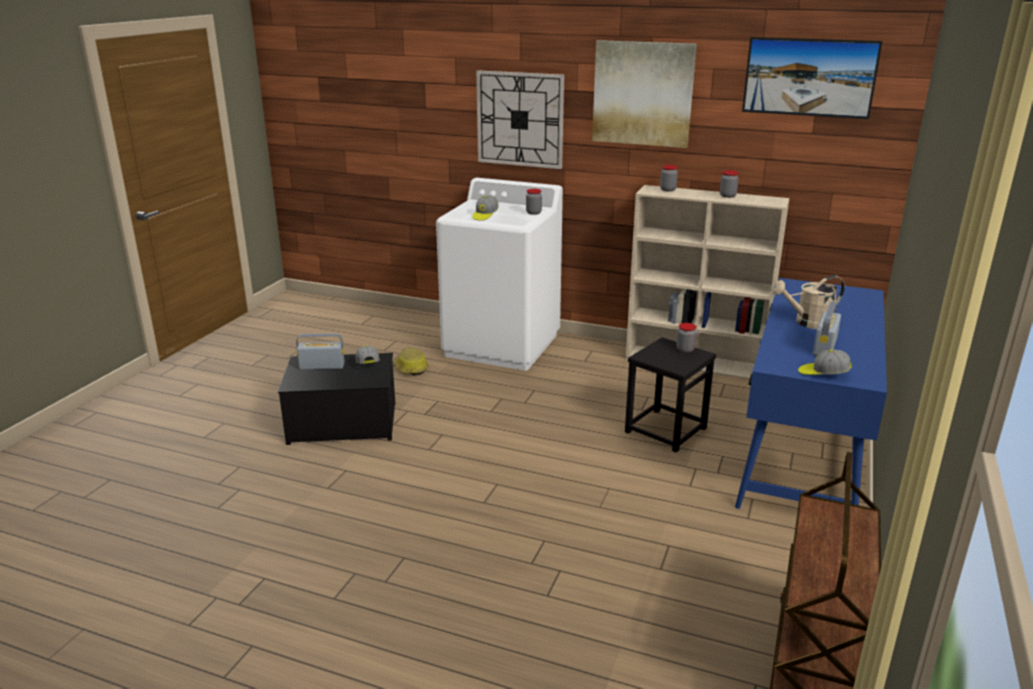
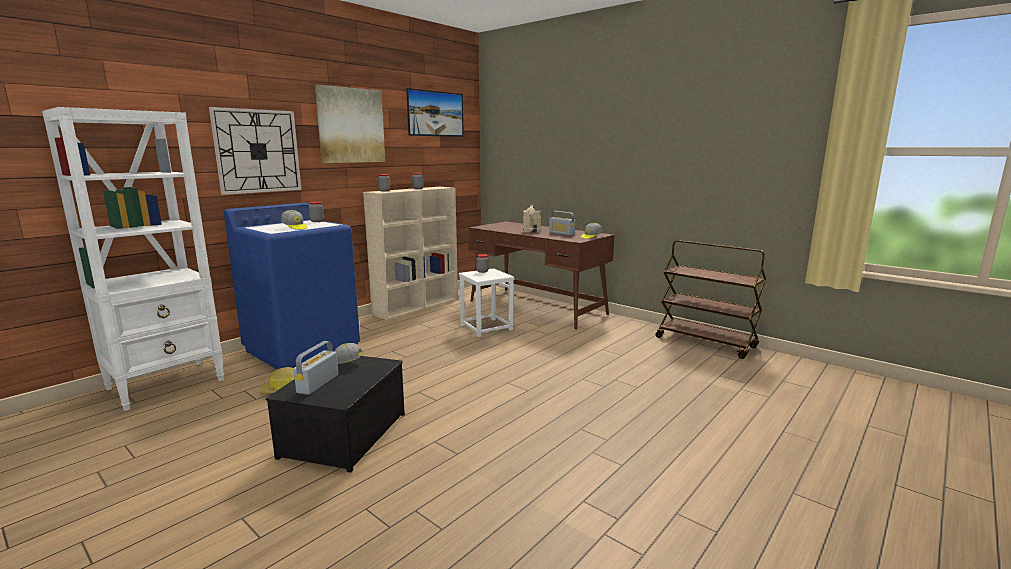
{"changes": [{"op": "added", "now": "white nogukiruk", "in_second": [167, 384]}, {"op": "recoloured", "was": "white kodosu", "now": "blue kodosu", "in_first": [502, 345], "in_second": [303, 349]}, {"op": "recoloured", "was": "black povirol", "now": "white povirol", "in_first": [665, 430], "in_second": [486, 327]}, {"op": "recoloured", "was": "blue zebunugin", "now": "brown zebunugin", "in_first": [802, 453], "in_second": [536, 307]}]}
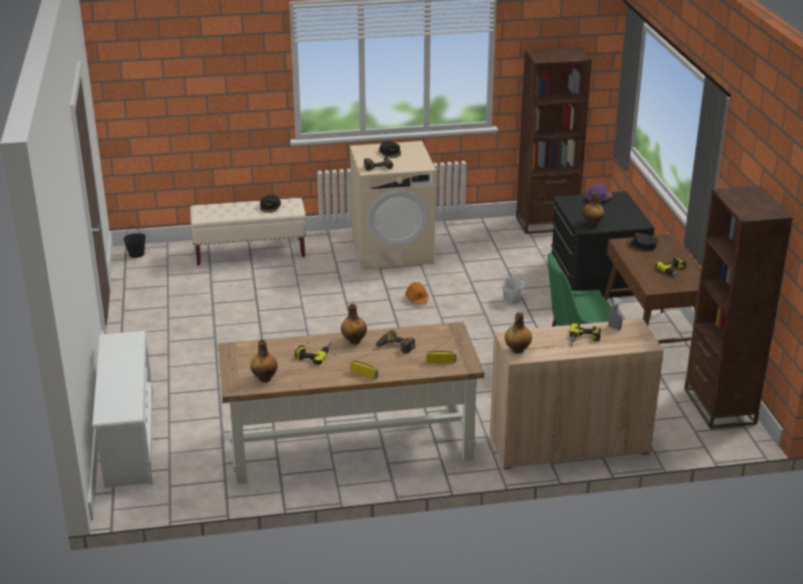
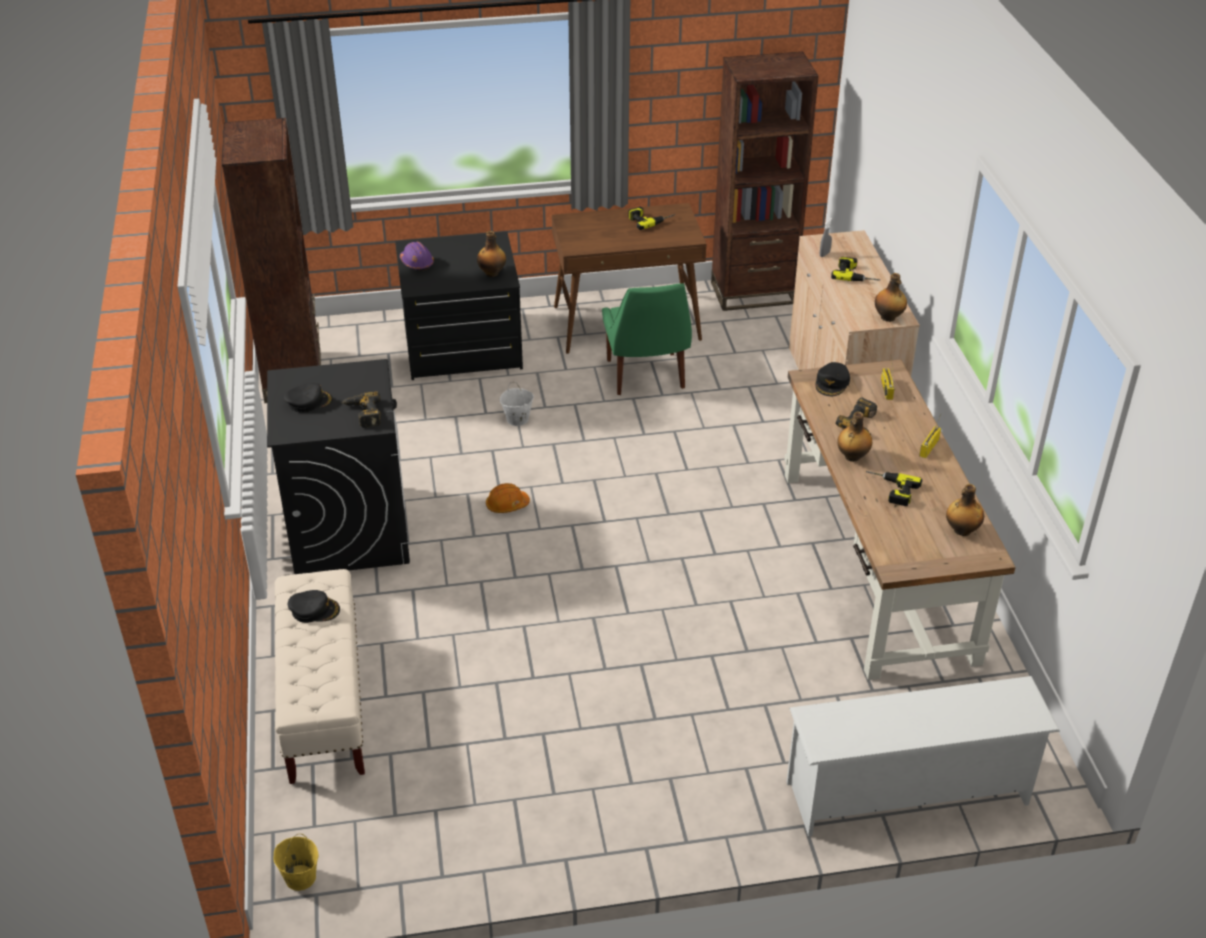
{"changes": [{"op": "recoloured", "was": "beige kodosu", "now": "black kodosu", "in_first": [393, 250], "in_second": [349, 529]}, {"op": "recoloured", "was": "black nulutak", "now": "yellow nulutak", "in_first": [136, 254], "in_second": [300, 877]}, {"op": "moved", "was": "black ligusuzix", "in_first": [642, 245], "in_second": [832, 383]}]}
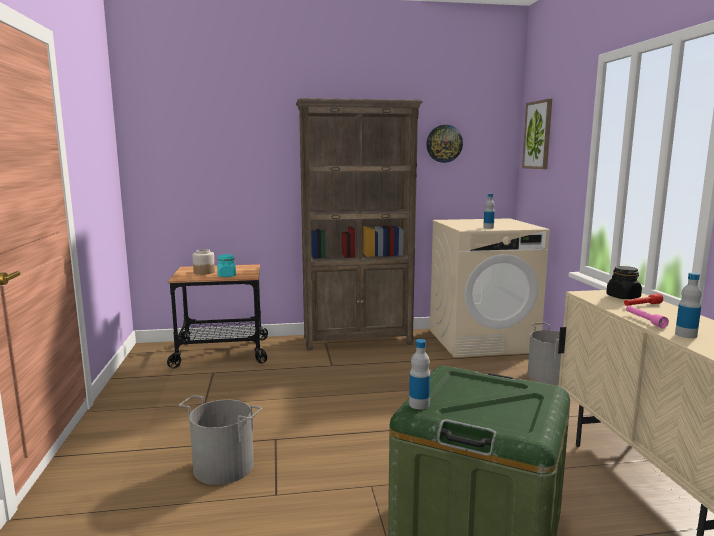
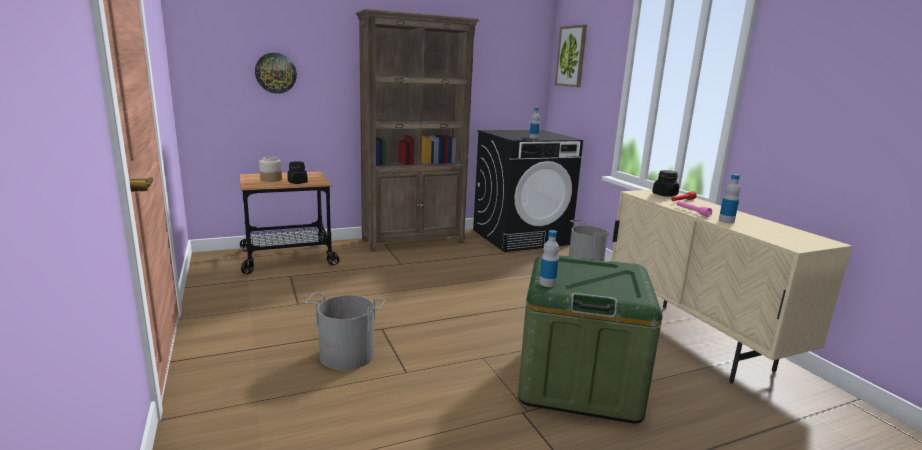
{"changes": [{"op": "moved", "was": "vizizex", "in_first": [444, 143], "in_second": [275, 73]}, {"op": "recoloured", "was": "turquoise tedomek", "now": "black tedomek", "in_first": [226, 275], "in_second": [297, 182]}, {"op": "recoloured", "was": "beige kodosu", "now": "black kodosu", "in_first": [482, 340], "in_second": [521, 237]}]}
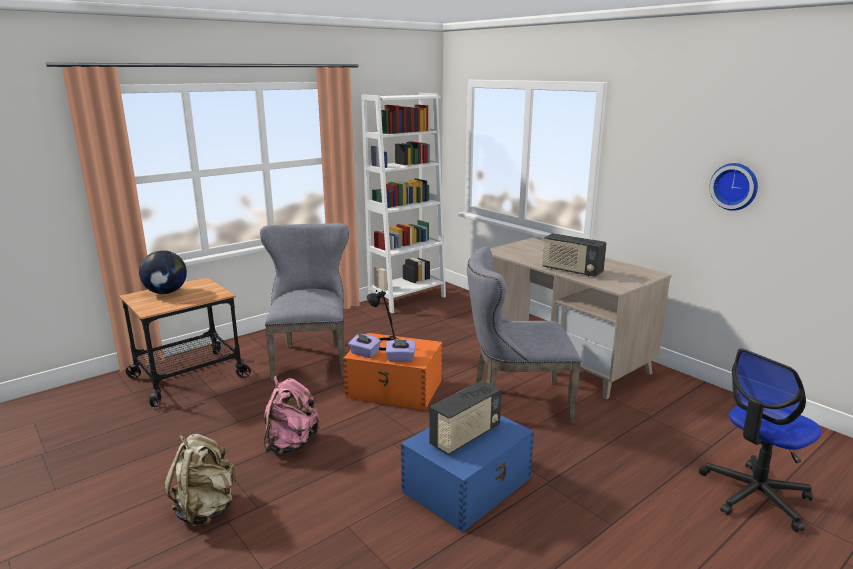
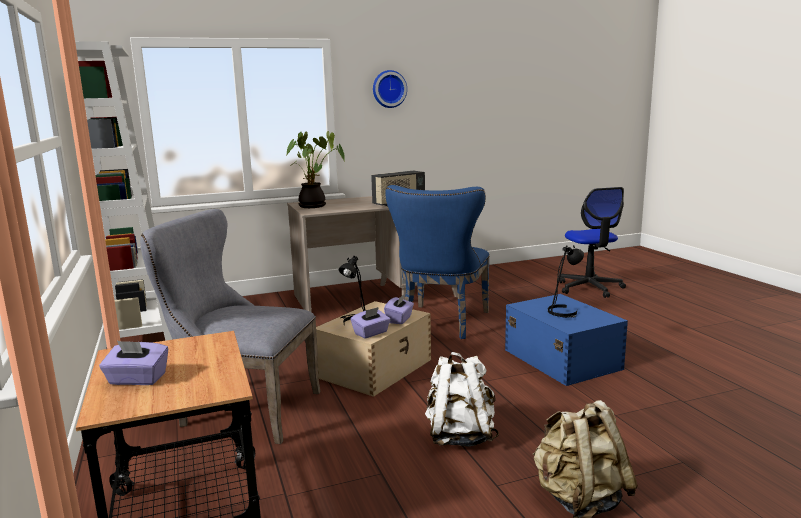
{"changes": [{"op": "replaced", "was": "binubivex", "now": "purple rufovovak", "in_first": [166, 292], "in_second": [137, 380]}, {"op": "added", "now": "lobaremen", "in_second": [315, 206]}, {"op": "recoloured", "was": "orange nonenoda", "now": "beige nonenoda", "in_first": [395, 389], "in_second": [376, 368]}, {"op": "moved", "was": "vizizex", "in_first": [735, 186], "in_second": [389, 89]}, {"op": "recoloured", "was": "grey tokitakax", "now": "blue tokitakax", "in_first": [515, 402], "in_second": [442, 324]}, {"op": "recoloured", "was": "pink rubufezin", "now": "white rubufezin", "in_first": [291, 444], "in_second": [460, 436]}, {"op": "replaced", "was": "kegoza", "now": "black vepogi", "in_first": [465, 436], "in_second": [564, 312]}]}
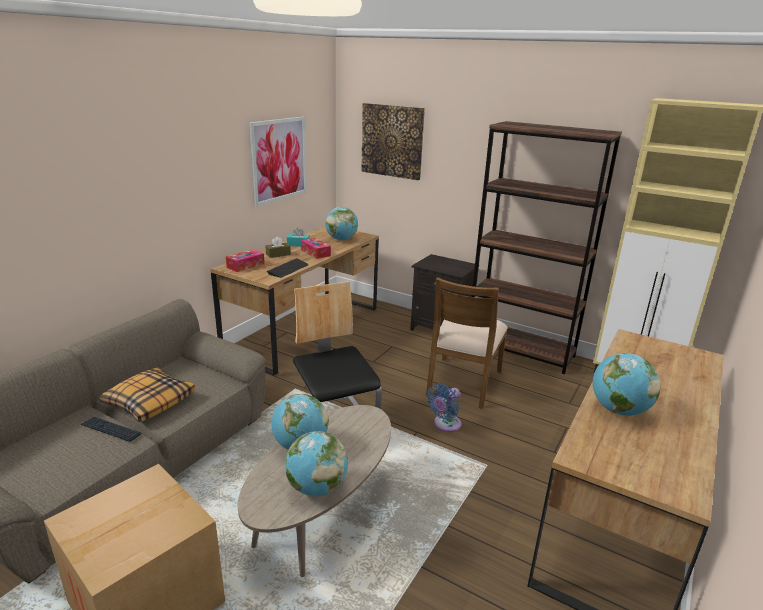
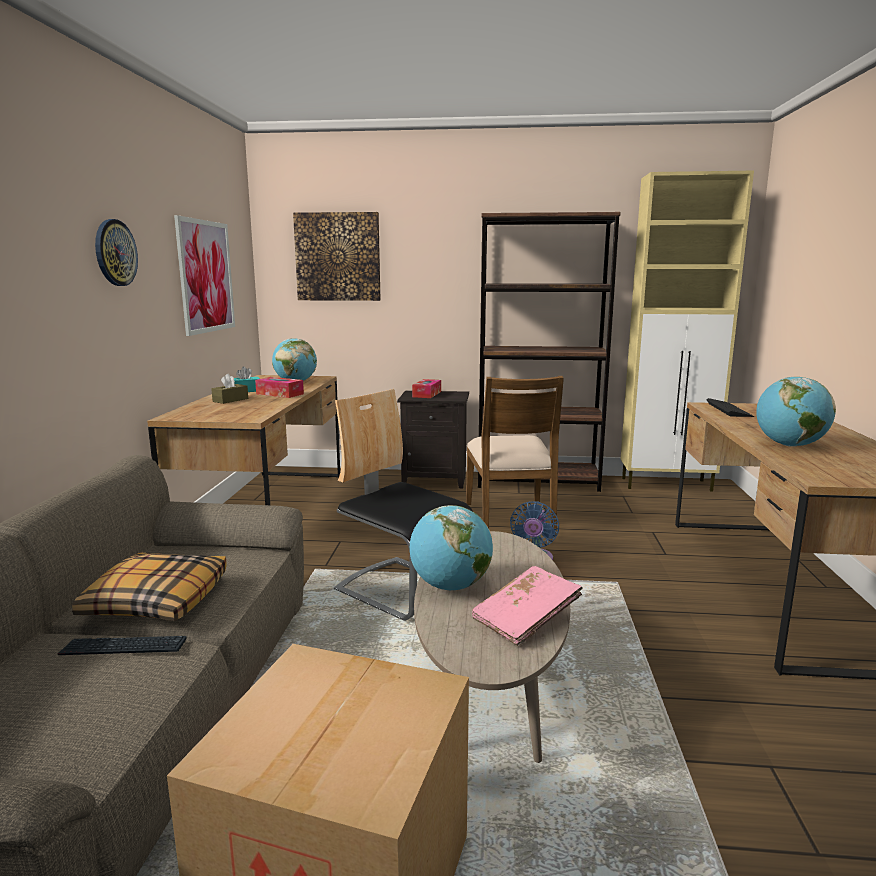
{"changes": [{"op": "added", "now": "vizizex", "in_second": [115, 253]}, {"op": "moved", "was": "rufovovak", "in_first": [245, 265], "in_second": [427, 394]}, {"op": "replaced", "was": "binubivex", "now": "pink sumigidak", "in_first": [316, 487], "in_second": [526, 619]}, {"op": "moved", "was": "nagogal", "in_first": [288, 269], "in_second": [729, 409]}]}
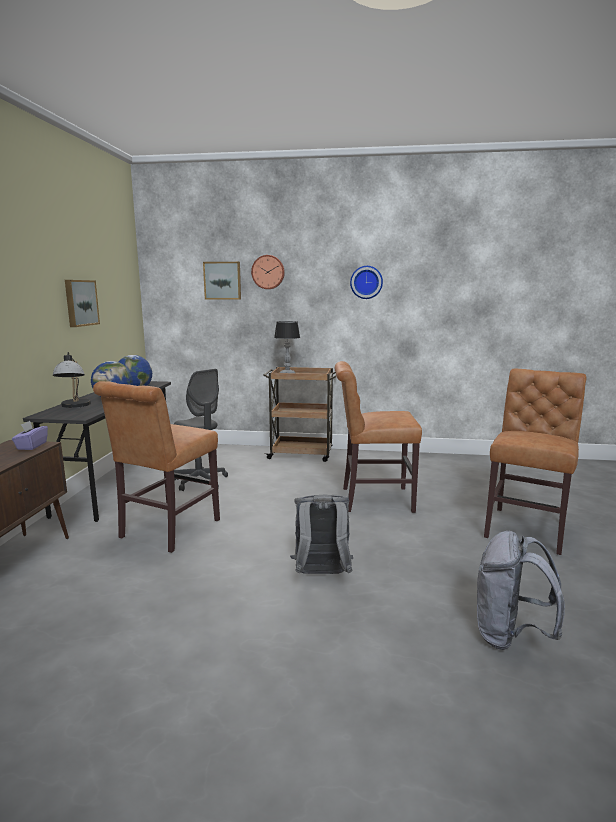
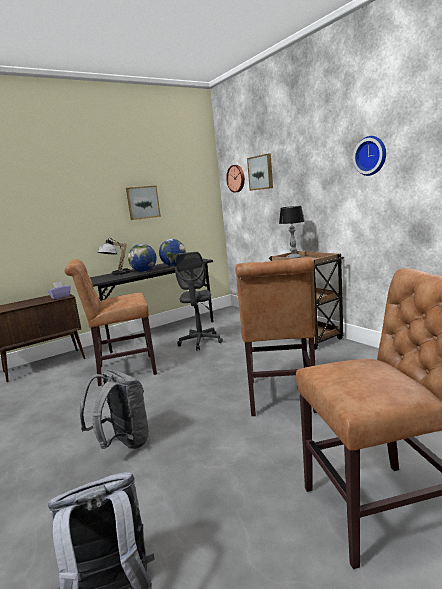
{"changes": [{"op": "moved", "was": "vizizex", "in_first": [268, 272], "in_second": [236, 178]}, {"op": "turned", "was": "brown tokitakax", "in_first": [372, 499], "in_second": [281, 399], "clockwise": -135}]}
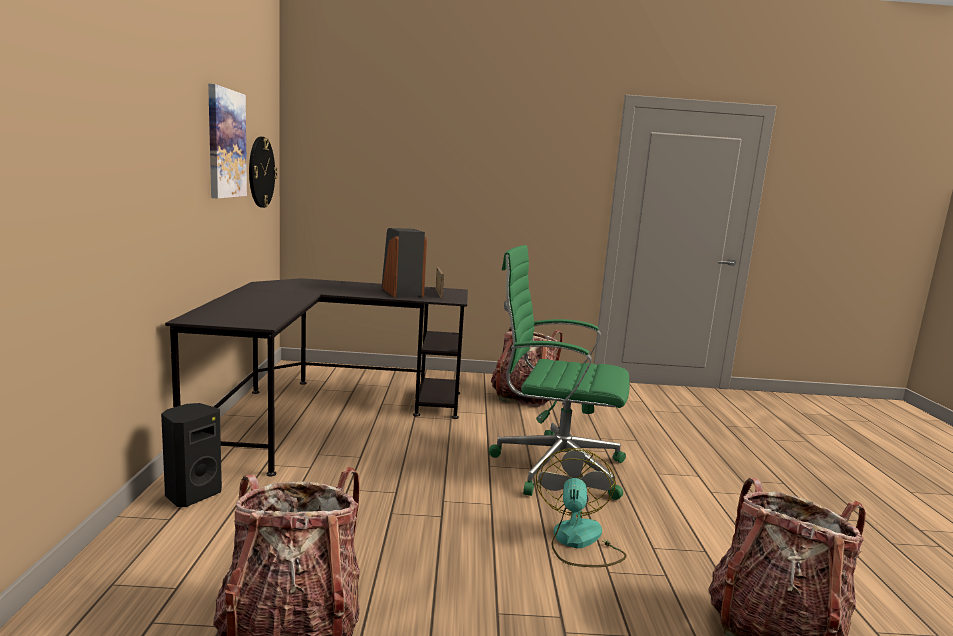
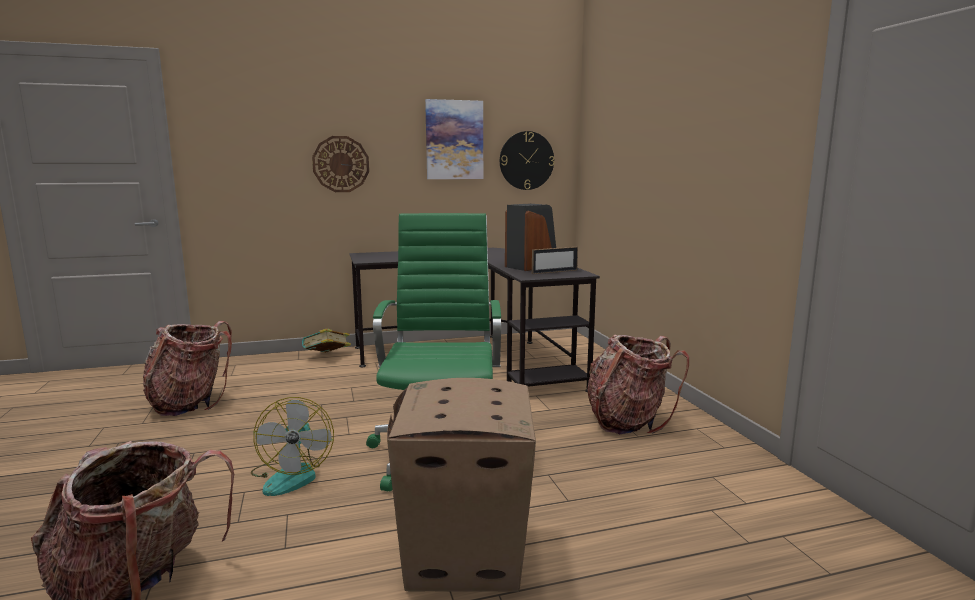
{"changes": [{"op": "turned", "was": "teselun", "in_first": [578, 542], "in_second": [292, 475], "clockwise": 90}, {"op": "replaced", "was": "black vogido", "now": "sumigidak", "in_first": [192, 494], "in_second": [327, 357]}, {"op": "added", "now": "vizizex", "in_second": [341, 164]}, {"op": "added", "now": "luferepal", "in_second": [465, 556]}]}
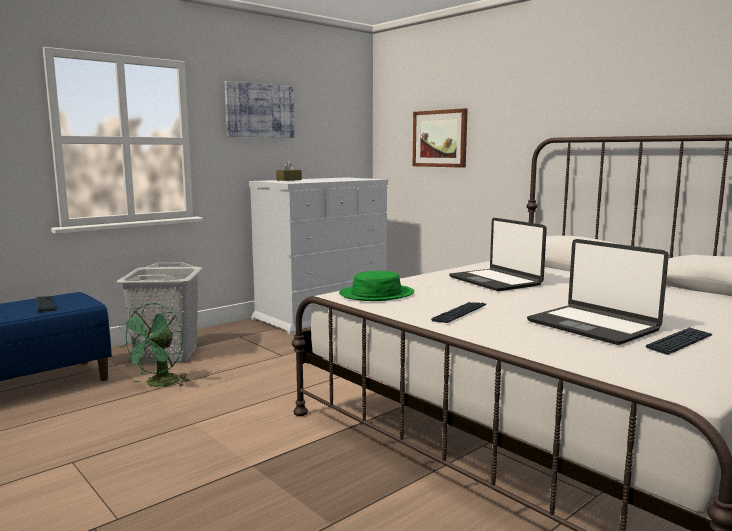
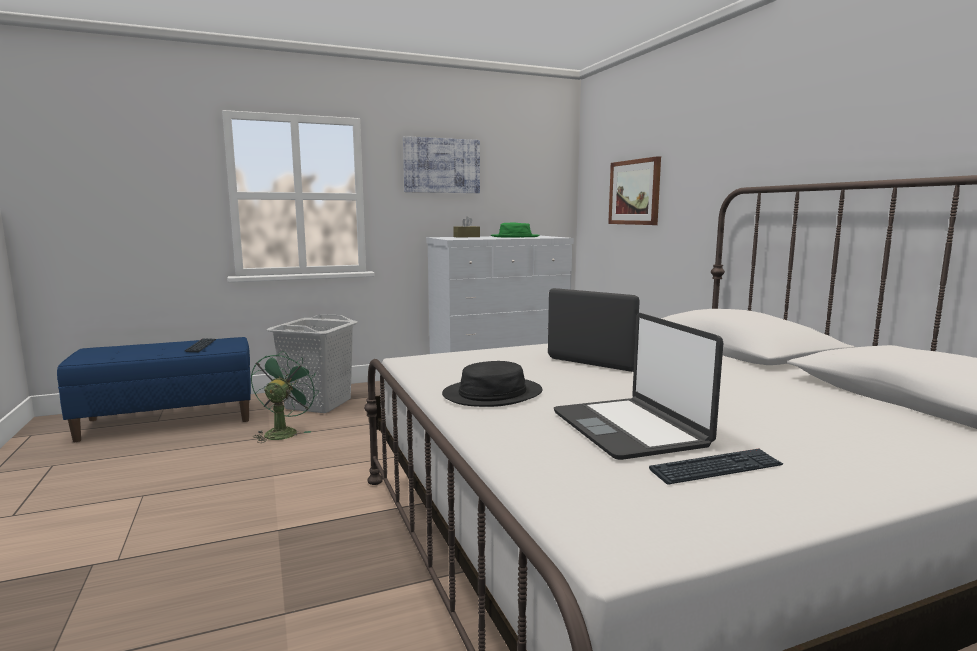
{"changes": [{"op": "turned", "was": "green teselun", "in_first": [159, 384], "in_second": [283, 432], "clockwise": 150}, {"op": "replaced", "was": "nagogal", "now": "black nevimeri", "in_first": [459, 313], "in_second": [492, 394]}, {"op": "moved", "was": "green nevimeri", "in_first": [376, 294], "in_second": [515, 237]}, {"op": "turned", "was": "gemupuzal", "in_first": [495, 281], "in_second": [603, 359], "clockwise": 135}]}
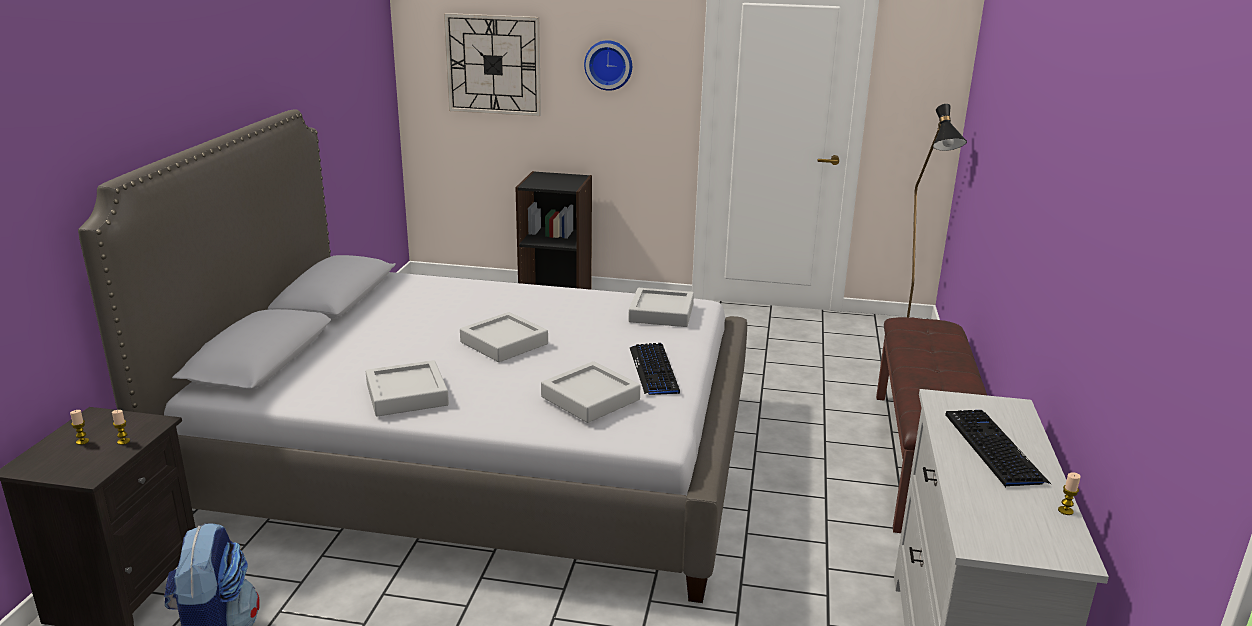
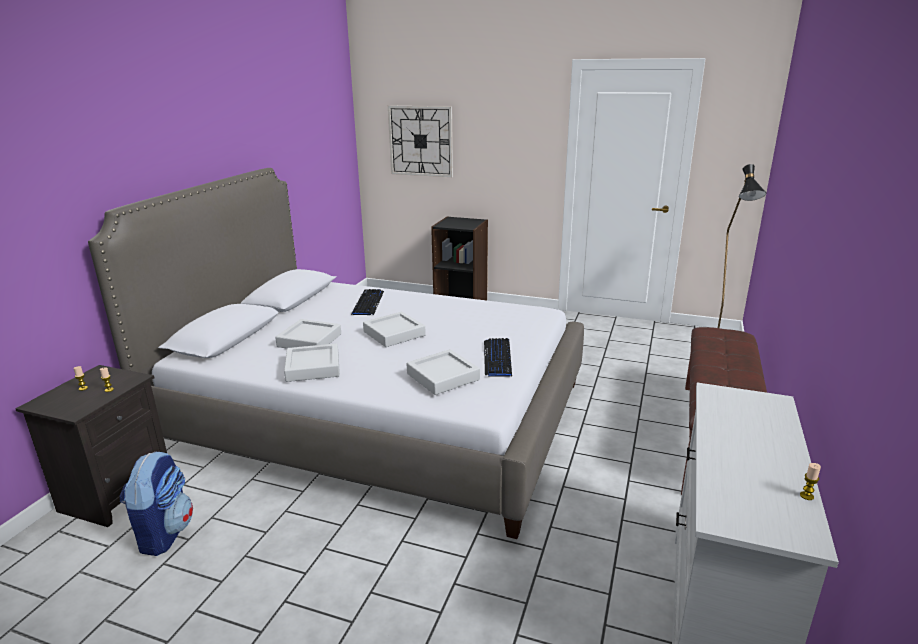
{"changes": [{"op": "moved", "was": "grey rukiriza", "in_first": [661, 313], "in_second": [309, 340]}, {"op": "moved", "was": "nagogal", "in_first": [993, 449], "in_second": [368, 303]}, {"op": "removed", "was": "vizizex", "in_first": [609, 64]}]}
